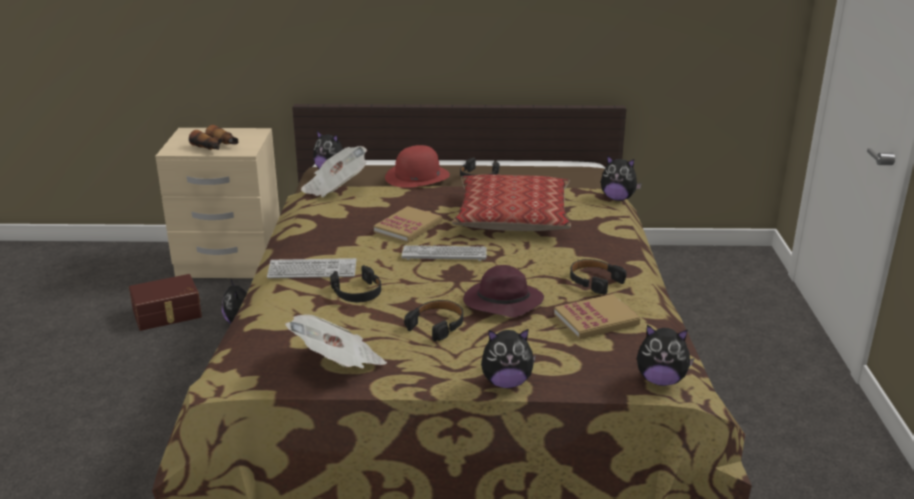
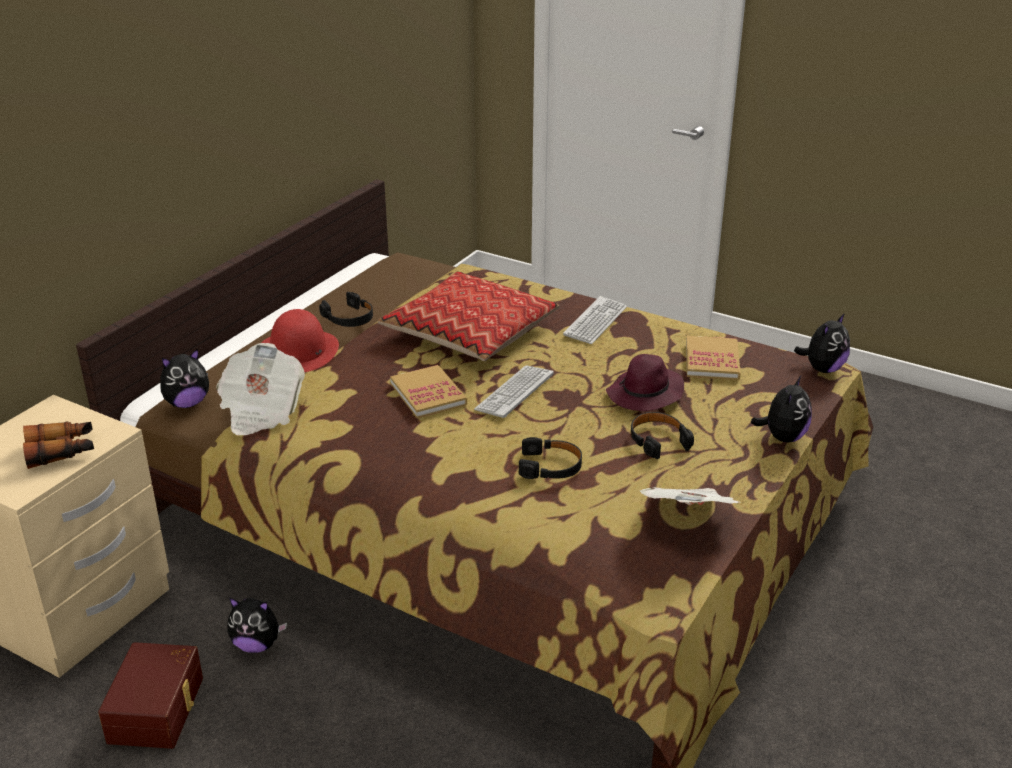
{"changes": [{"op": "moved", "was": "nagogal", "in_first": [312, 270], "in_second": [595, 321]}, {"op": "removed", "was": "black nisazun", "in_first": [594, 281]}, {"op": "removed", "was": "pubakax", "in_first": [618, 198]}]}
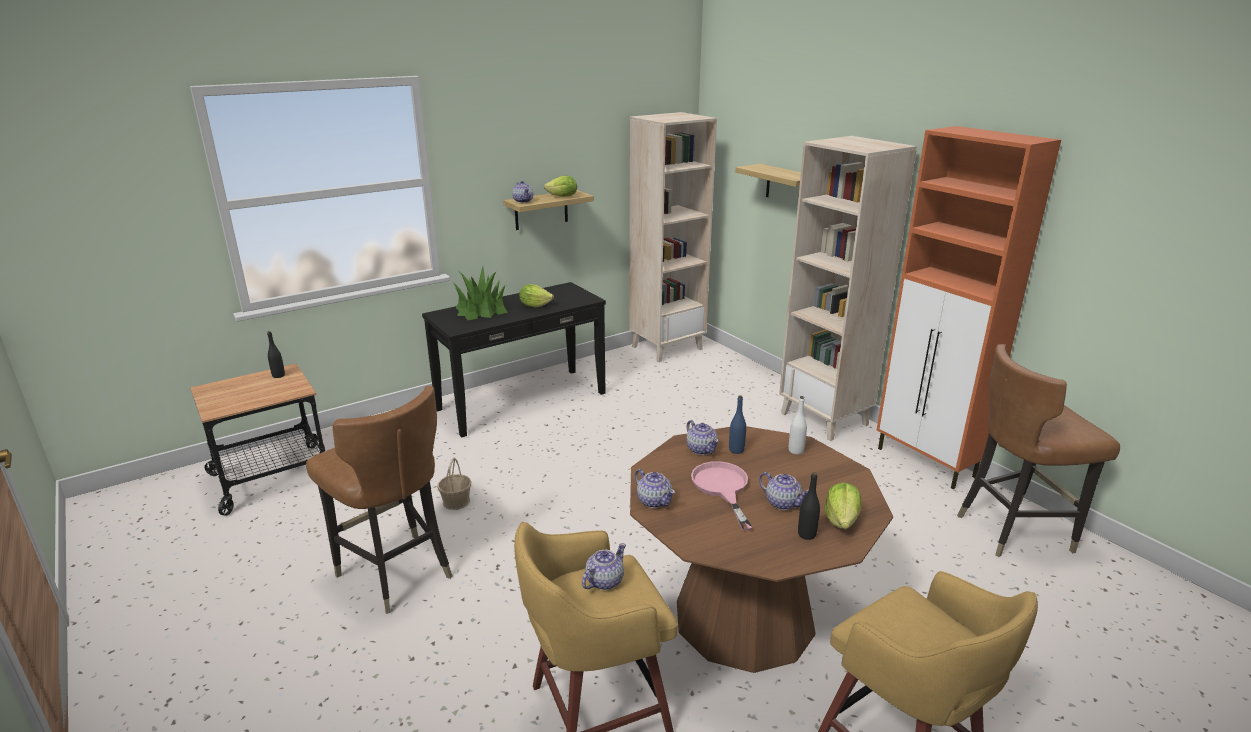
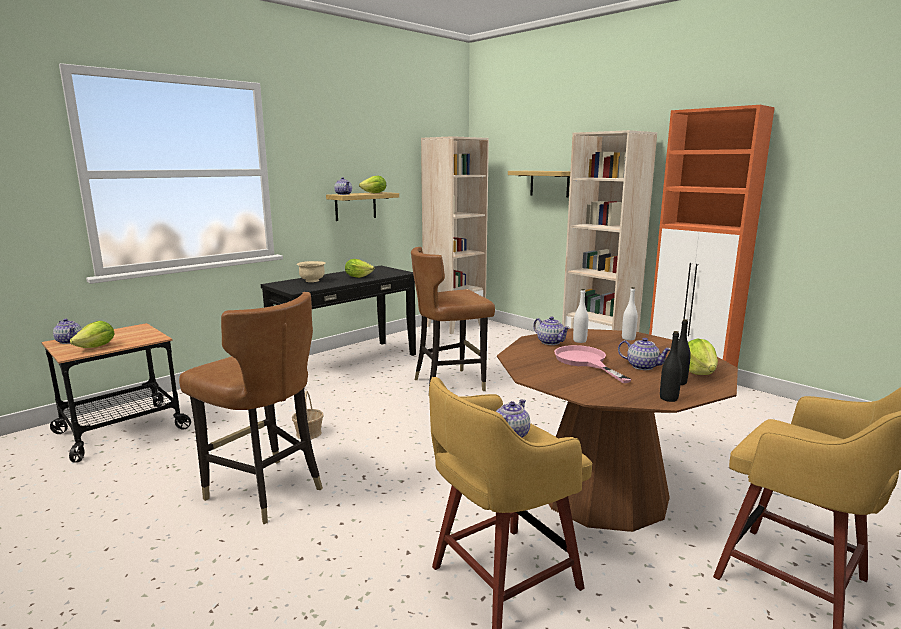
{"changes": [{"op": "moved", "was": "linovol", "in_first": [654, 501], "in_second": [69, 341]}, {"op": "added", "now": "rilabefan", "in_second": [97, 347]}, {"op": "replaced", "was": "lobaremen", "now": "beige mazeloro", "in_first": [480, 310], "in_second": [312, 281]}, {"op": "moved", "was": "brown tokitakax", "in_first": [1013, 530], "in_second": [449, 383]}, {"op": "recoloured", "was": "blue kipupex", "now": "white kipupex", "in_first": [736, 450], "in_second": [579, 341]}, {"op": "moved", "was": "black kipupex", "in_first": [278, 375], "in_second": [668, 398]}]}
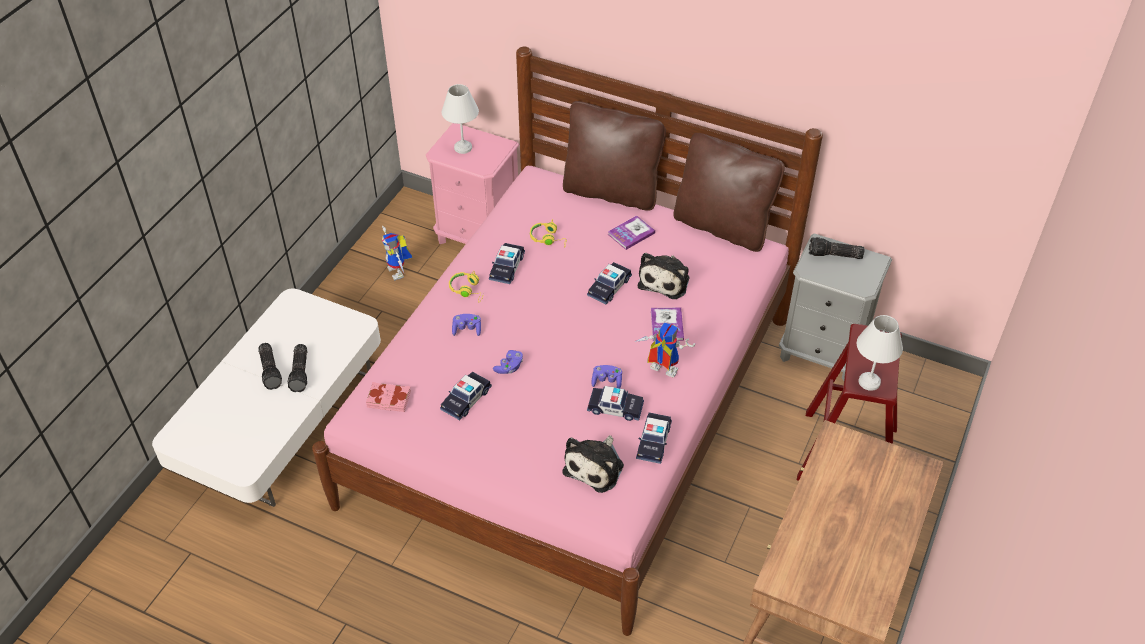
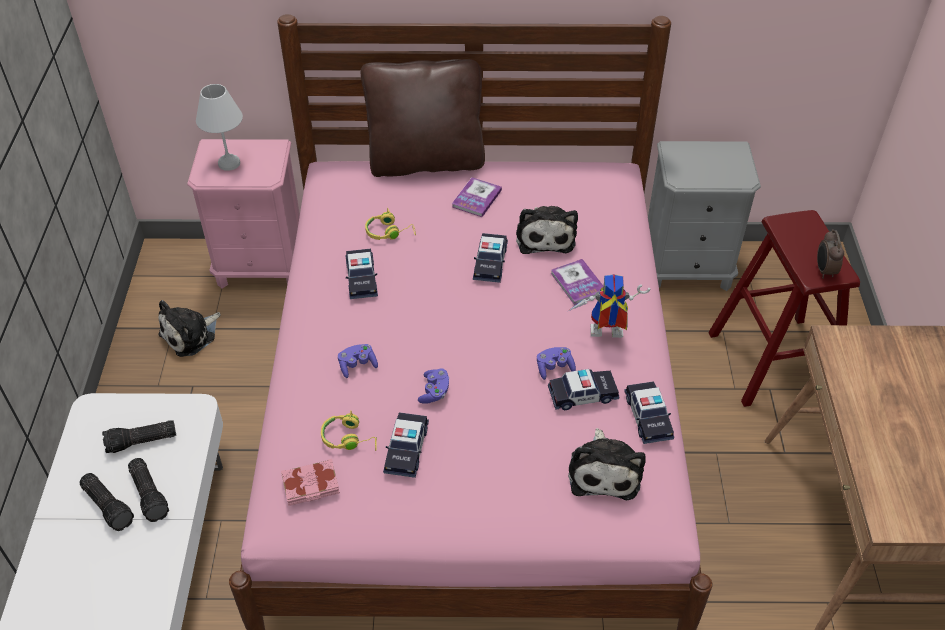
{"changes": [{"op": "moved", "was": "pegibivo", "in_first": [834, 255], "in_second": [141, 442]}, {"op": "replaced", "was": "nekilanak", "now": "pubakax", "in_first": [399, 272], "in_second": [191, 335]}, {"op": "moved", "was": "yellow nisazun", "in_first": [468, 290], "in_second": [349, 438]}, {"op": "replaced", "was": "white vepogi", "now": "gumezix", "in_first": [870, 382], "in_second": [824, 271]}, {"op": "removed", "was": "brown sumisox", "in_first": [722, 226]}]}
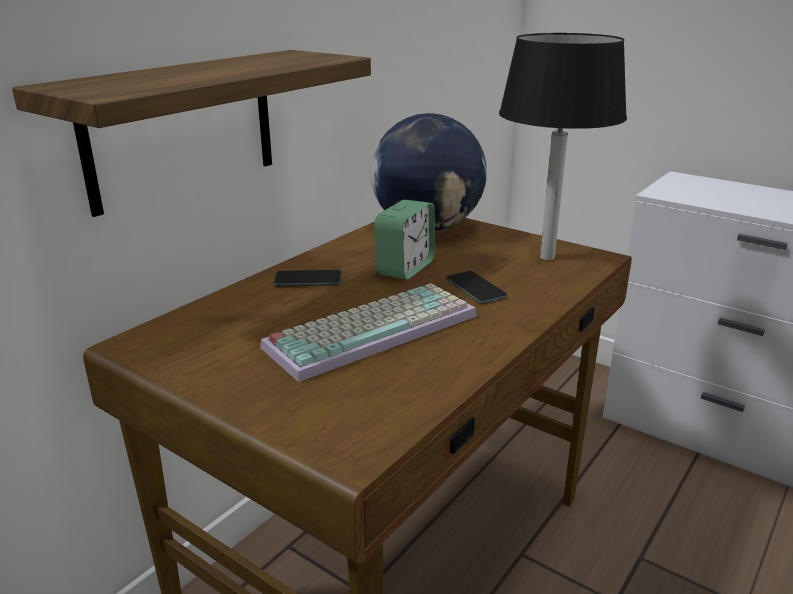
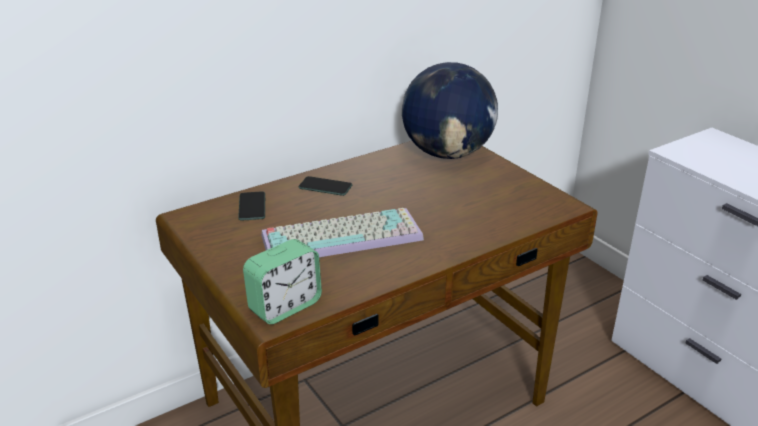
{"changes": [{"op": "moved", "was": "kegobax", "in_first": [476, 288], "in_second": [252, 206]}, {"op": "moved", "was": "gumezix", "in_first": [405, 268], "in_second": [285, 306]}, {"op": "removed", "was": "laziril", "in_first": [182, 128]}, {"op": "removed", "was": "black vepogi", "in_first": [547, 257]}]}
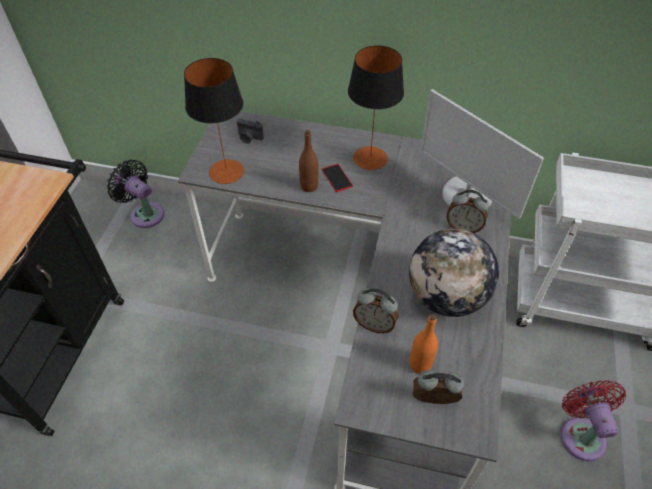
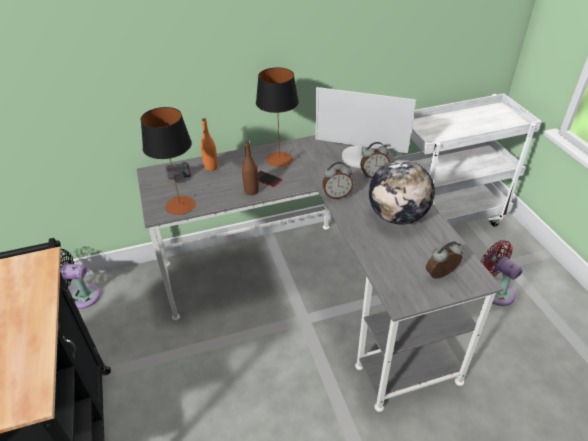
{"changes": [{"op": "moved", "was": "orange kipupex", "in_first": [420, 364], "in_second": [211, 167]}, {"op": "moved", "was": "gumezix", "in_first": [374, 324], "in_second": [337, 195]}]}
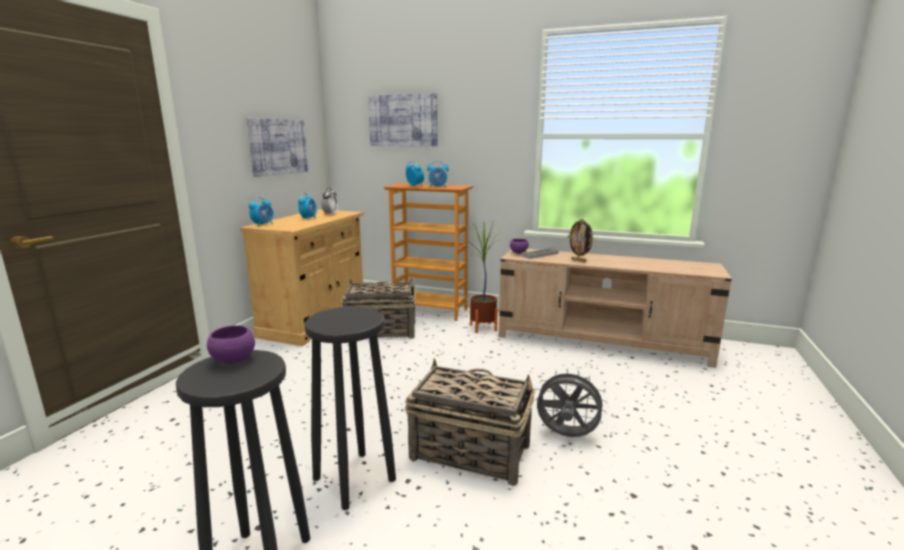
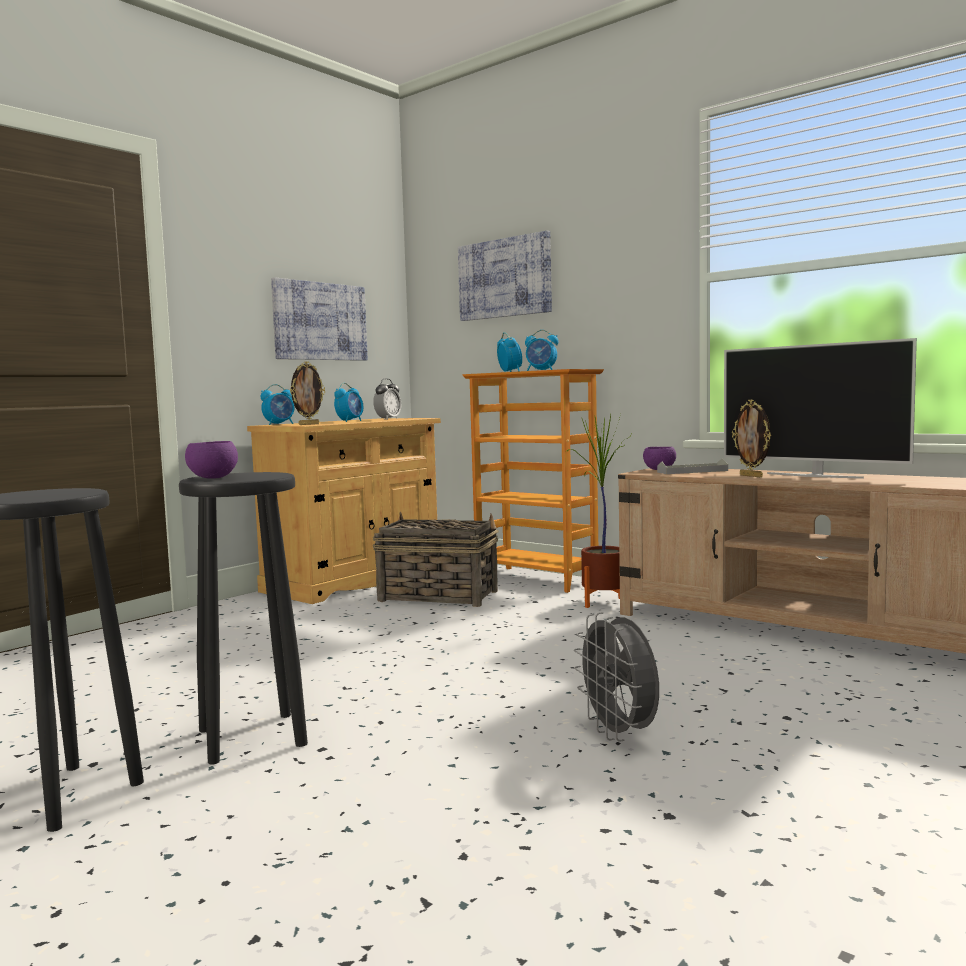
{"changes": [{"op": "moved", "was": "purple mazeloro", "in_first": [233, 360], "in_second": [213, 478]}, {"op": "added", "now": "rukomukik", "in_second": [308, 424]}, {"op": "turned", "was": "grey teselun", "in_first": [566, 436], "in_second": [620, 734], "clockwise": -150}, {"op": "added", "now": "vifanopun", "in_second": [814, 476]}, {"op": "removed", "was": "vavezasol", "in_first": [469, 451]}]}
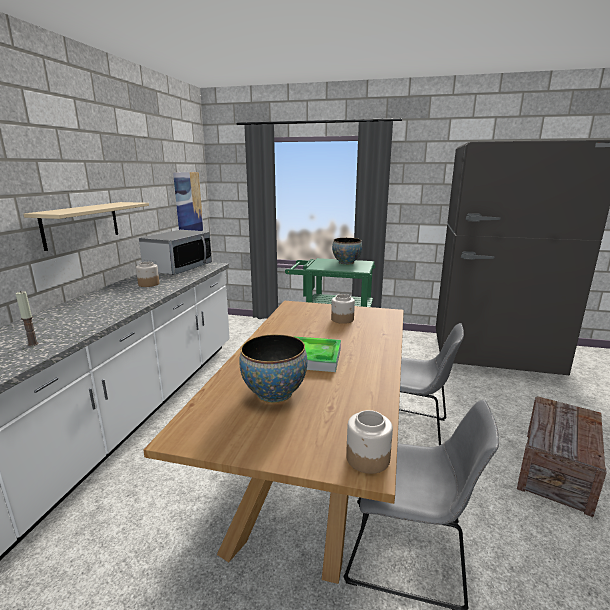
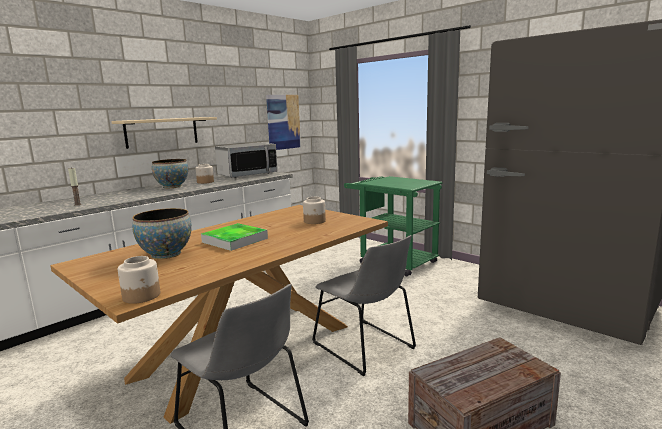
{"changes": [{"op": "moved", "was": "mazeloro", "in_first": [346, 262], "in_second": [172, 186]}]}
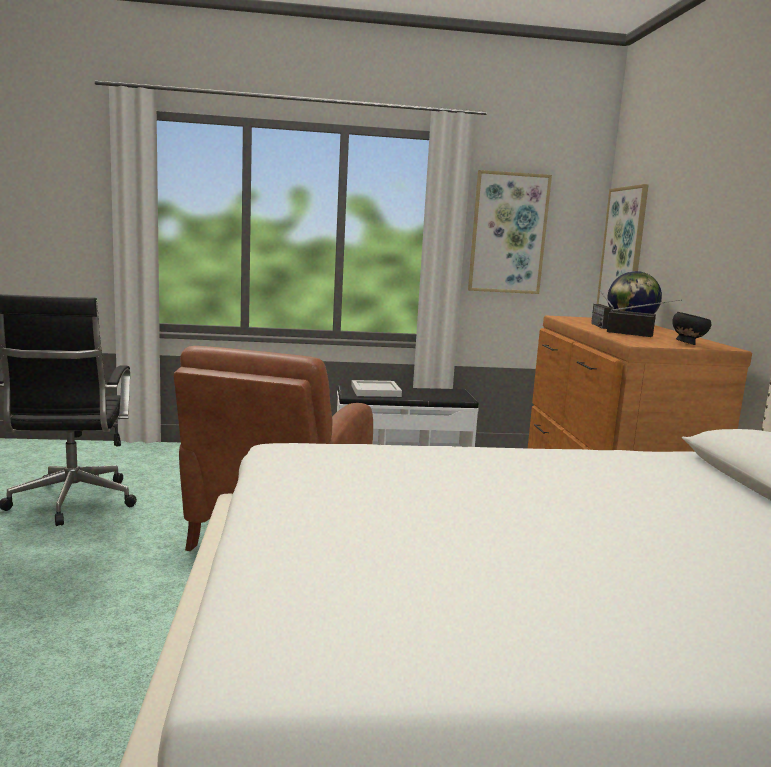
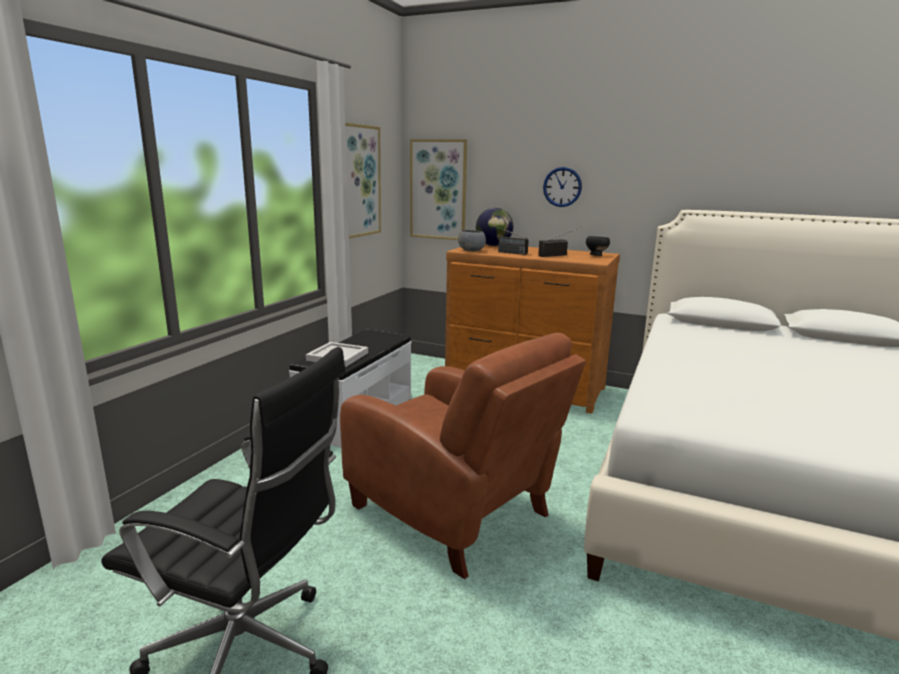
{"changes": [{"op": "added", "now": "grey mazeloro", "in_second": [472, 251]}, {"op": "added", "now": "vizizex", "in_second": [562, 187]}]}
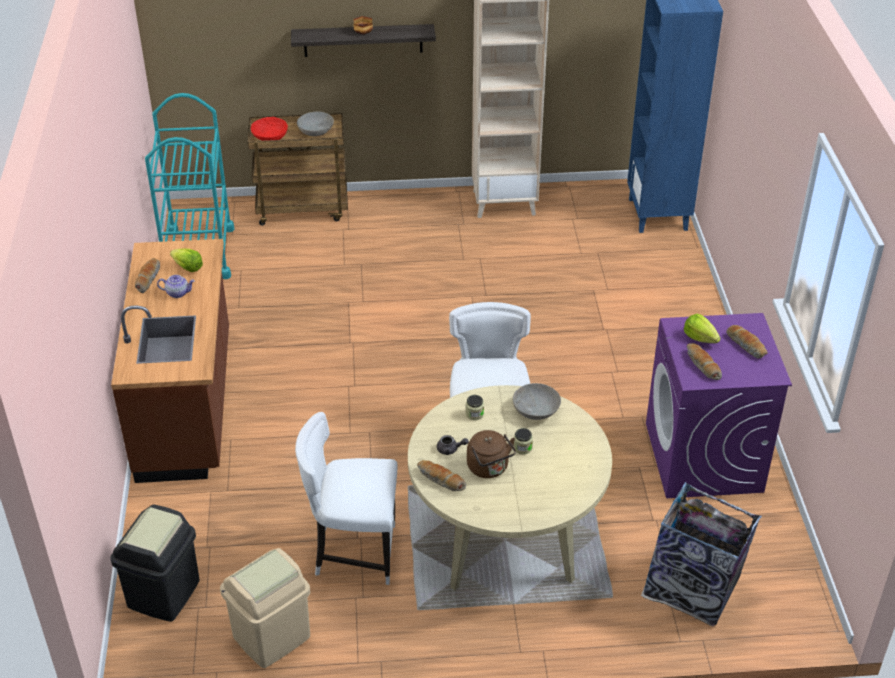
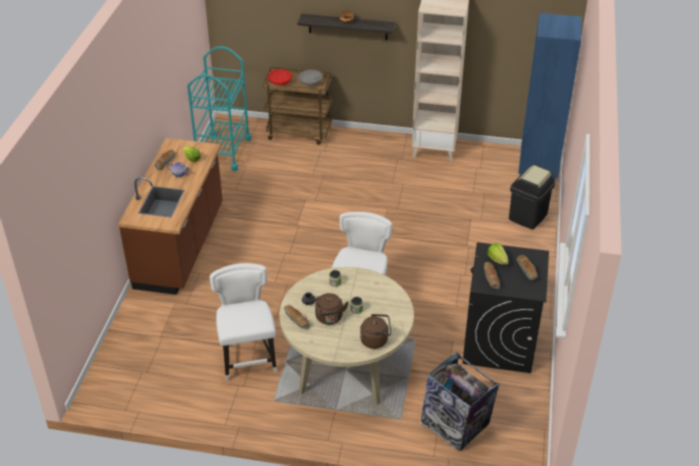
{"changes": [{"op": "turned", "was": "white tokitakax", "in_first": [354, 552], "in_second": [248, 357], "clockwise": 60}, {"op": "added", "now": "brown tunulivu", "in_second": [376, 340]}, {"op": "recoloured", "was": "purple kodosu", "now": "black kodosu", "in_first": [704, 458], "in_second": [499, 343]}, {"op": "moved", "was": "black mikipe", "in_first": [164, 594], "in_second": [528, 217]}, {"op": "removed", "was": "beige mikipe", "in_first": [272, 637]}, {"op": "removed", "was": "grey mazeloro", "in_first": [535, 410]}]}
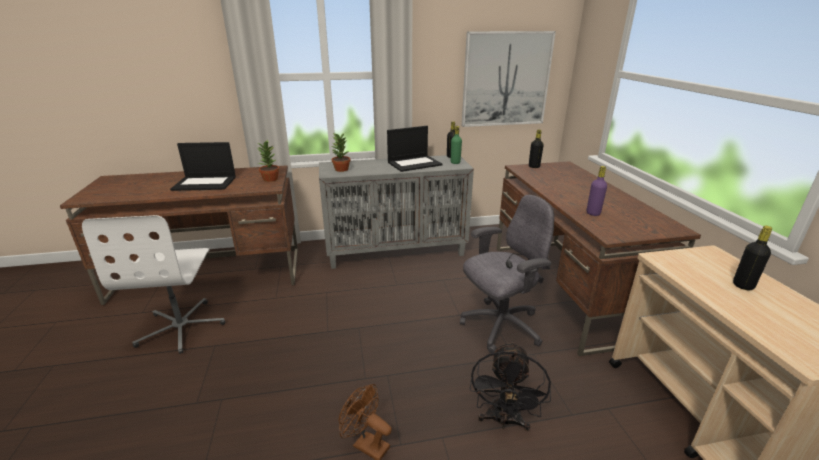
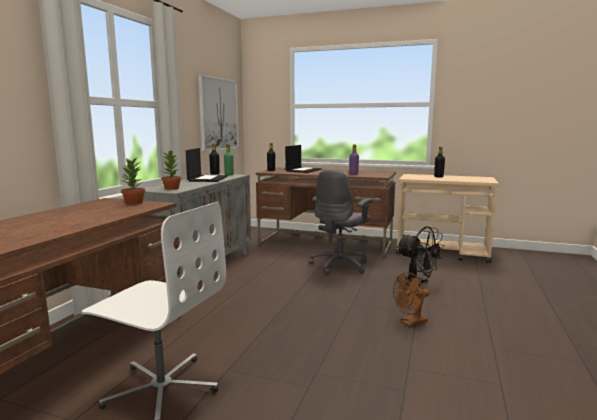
{"changes": [{"op": "moved", "was": "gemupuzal", "in_first": [205, 183], "in_second": [303, 170]}, {"op": "turned", "was": "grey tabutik", "in_first": [500, 326], "in_second": [340, 265], "clockwise": -150}]}
